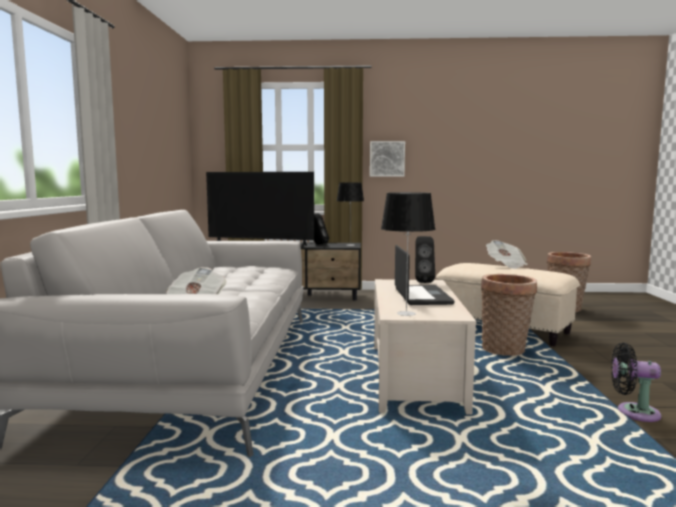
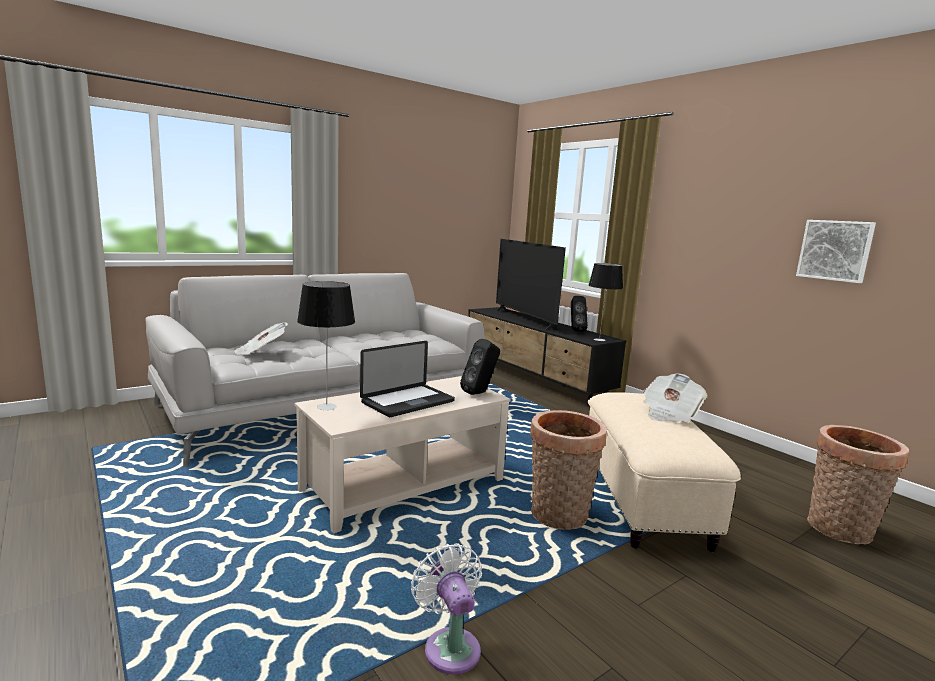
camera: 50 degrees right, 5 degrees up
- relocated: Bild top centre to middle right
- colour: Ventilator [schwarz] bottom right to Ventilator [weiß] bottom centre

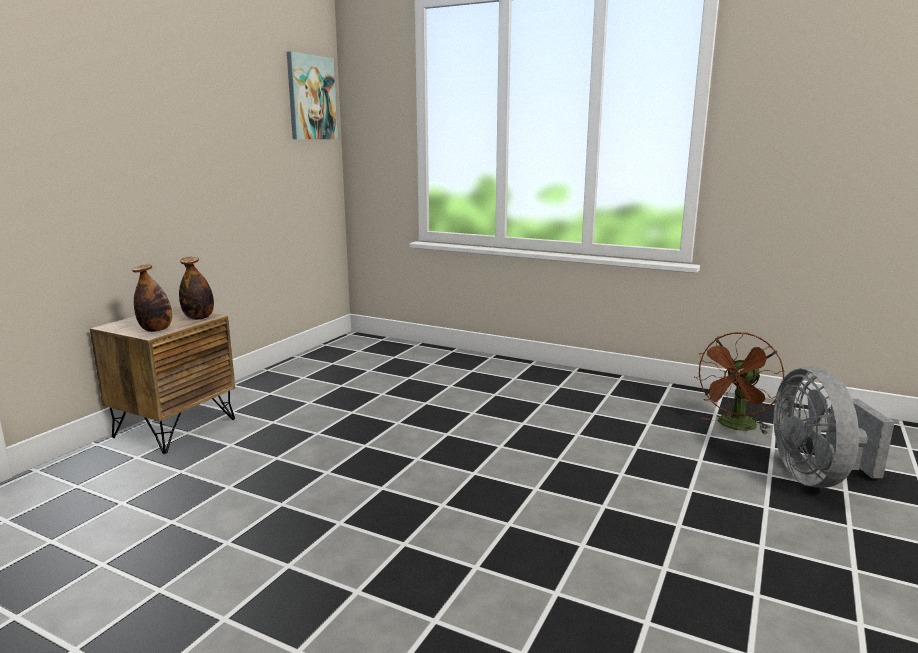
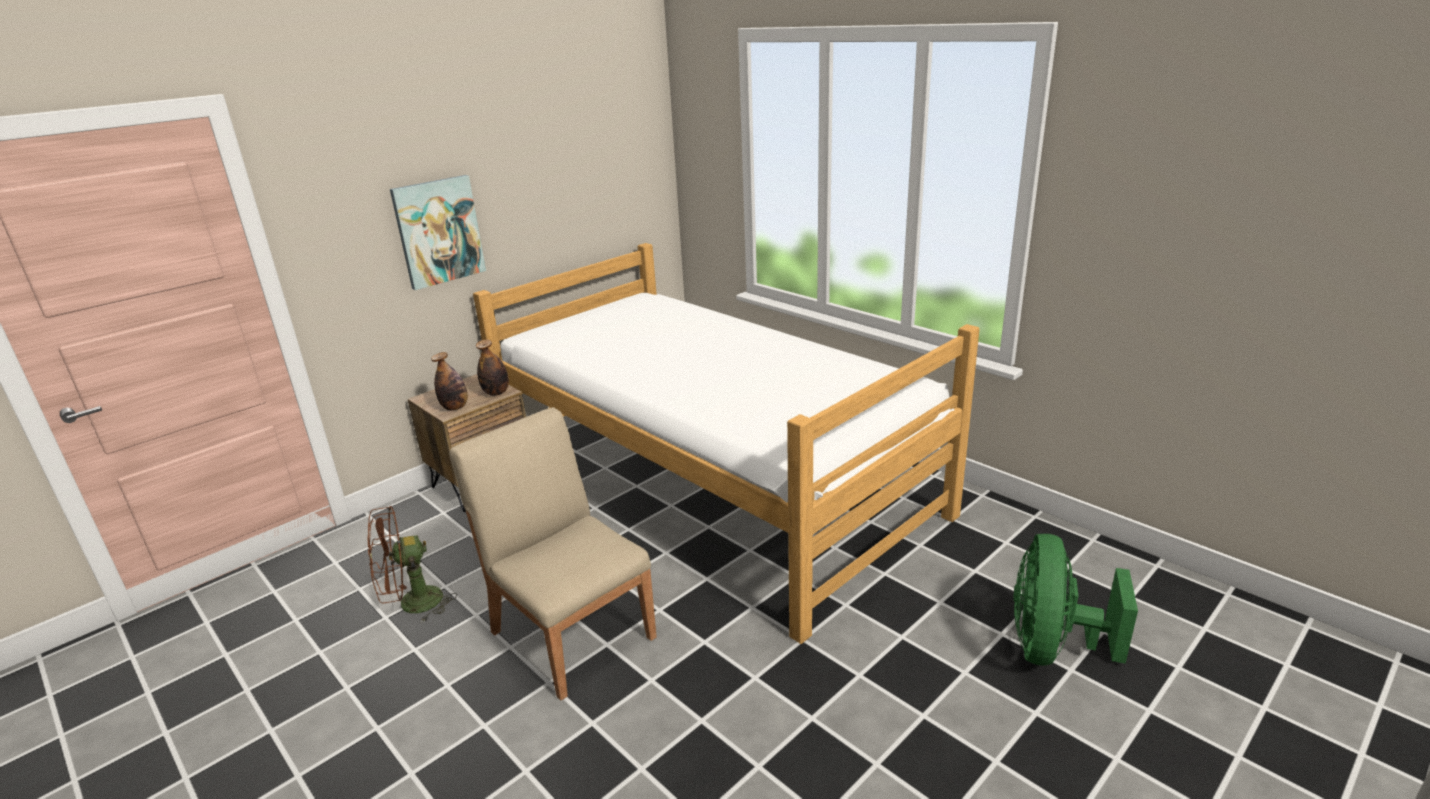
camera: 20 degrees right, 10 degrees up
- relocated: Bild top centre to top left
- relocated: Ventilator [braun] middle right to bottom left
- colour: Ventilator [grau] middle right to Ventilator [grün] bottom right
- appeared: Bett centre
- appeared: Stuhl [beige] bottom centre

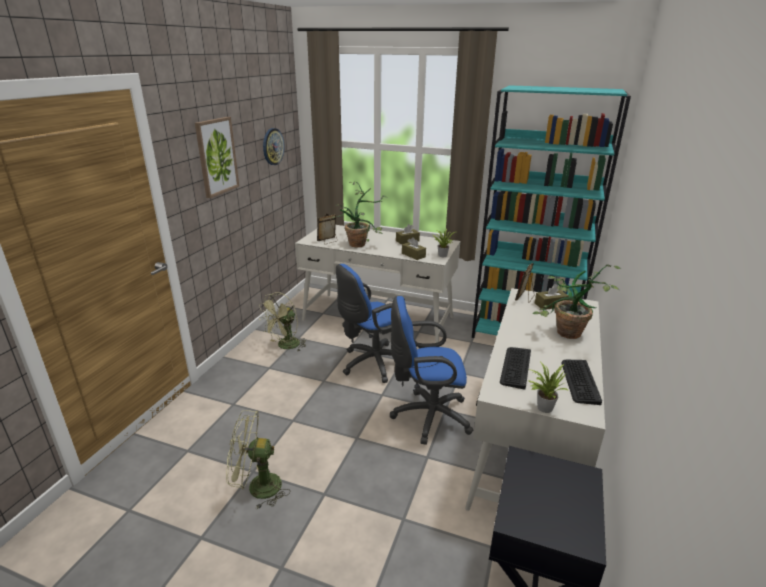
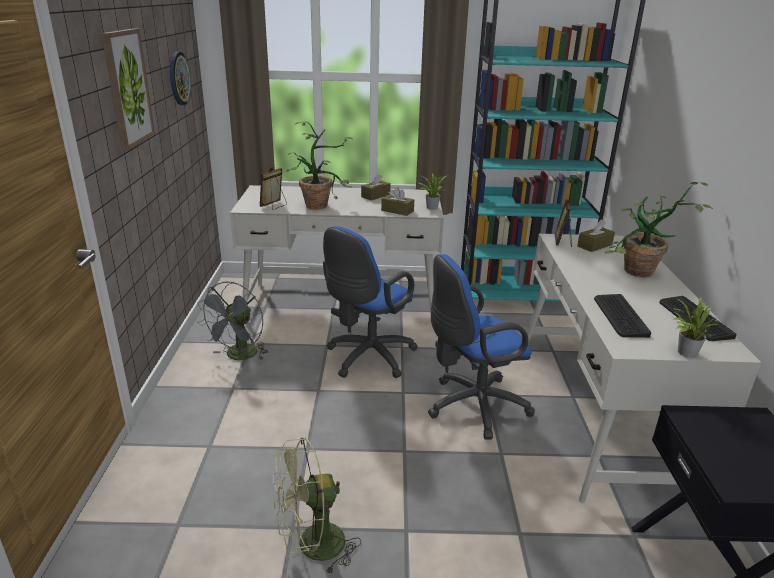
camera: 20 degrees left, 0 degrees up
- colour: Ventilator [grün] (no. 2 from left) centre to Ventilator [grau] middle left

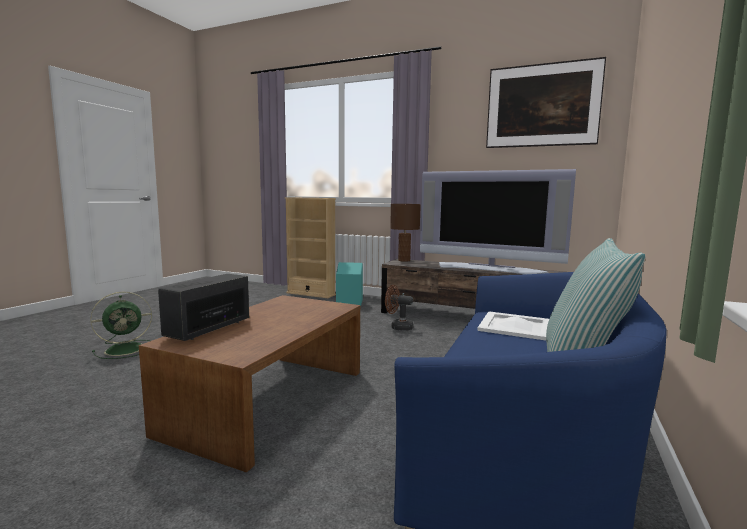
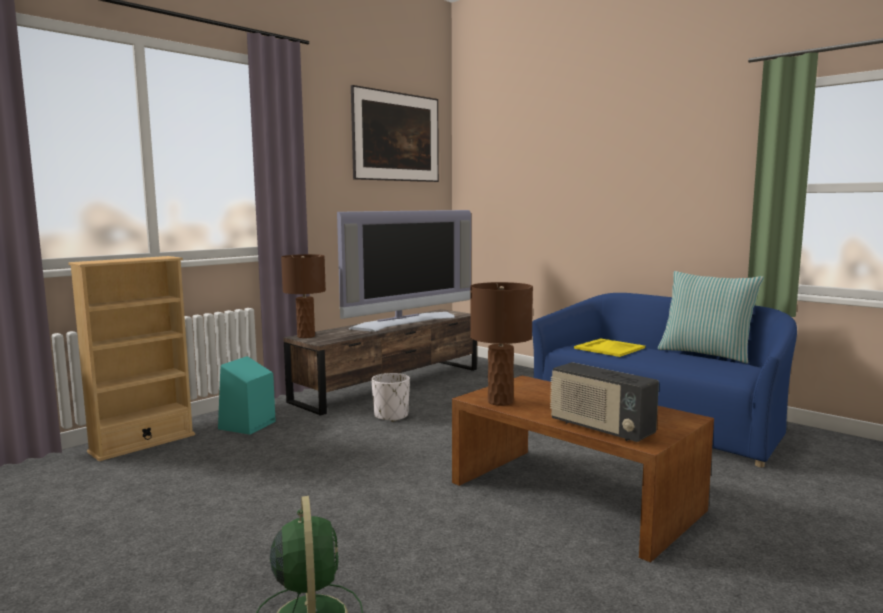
camera: 70 degrees left, 0 degrees up
- exchanged: Ventilator [braun] centre to Pflanzkübel [weiß] centre
- colour: Tablett [weiß] middle right to Tablett [gelb] middle right
- appeared: Tischlampe [braun] (no. 2 from left) centre

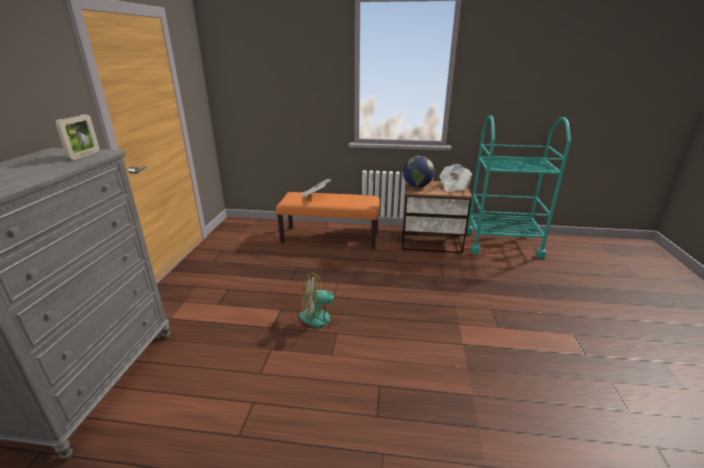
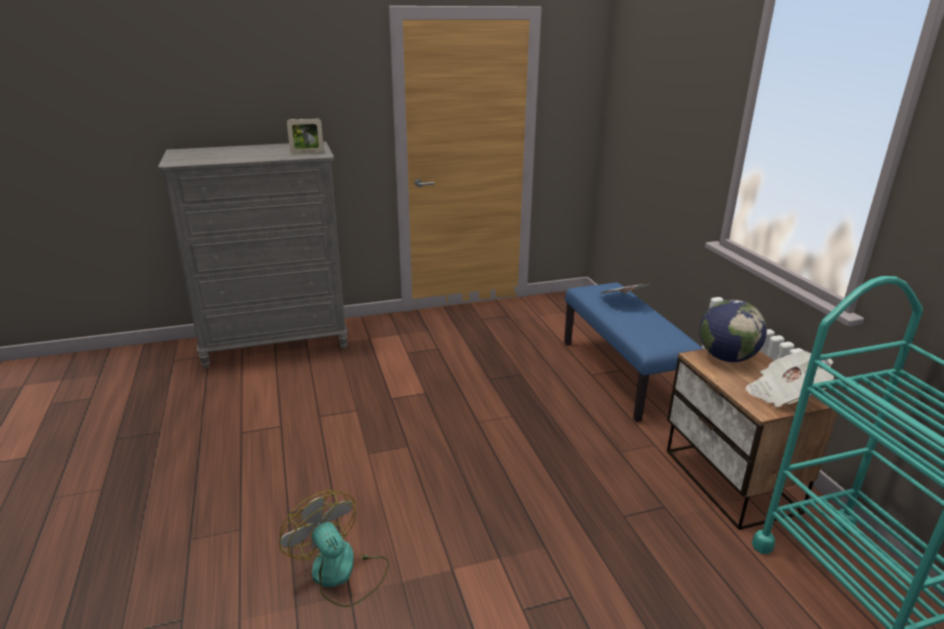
camera: 65 degrees right, 0 degrees up
- colour: Bank [orange] centre to Bank [blau] middle right
- relocated: Ventilator centre to bottom centre

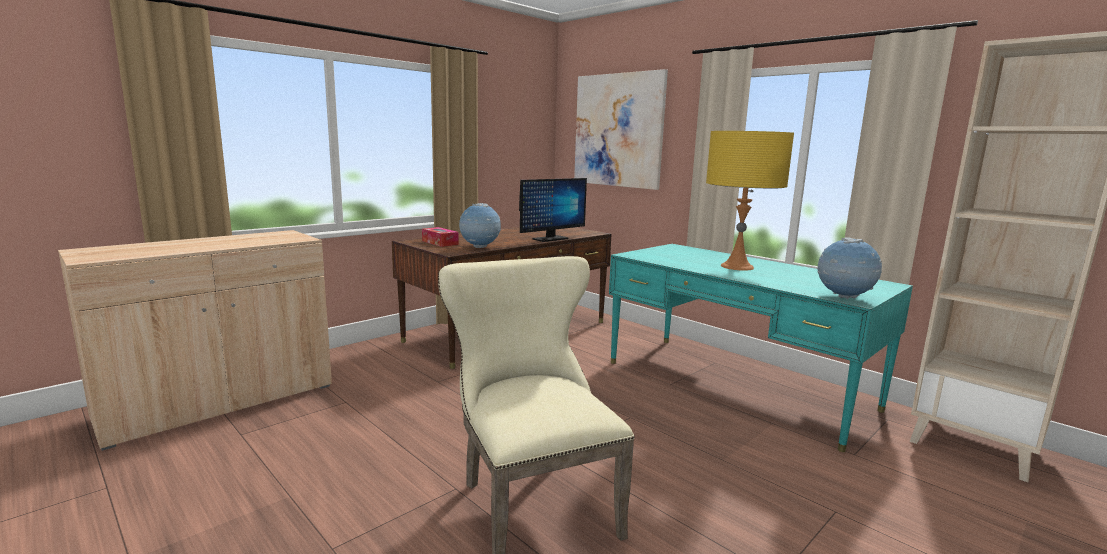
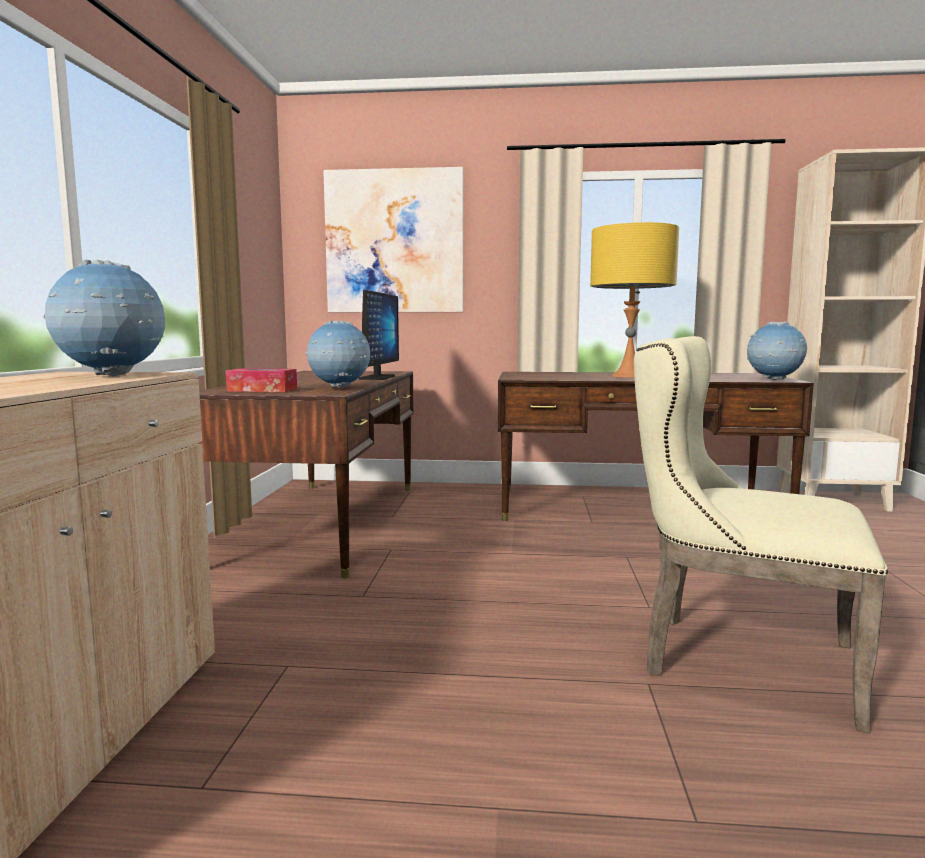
camera: 40 degrees left, 5 degrees down
- colour: Schreibtisch [türkis] middle right to Schreibtisch [braun] (no. 2 from left) middle right
- appeared: Globus (no. 1 from left) middle left

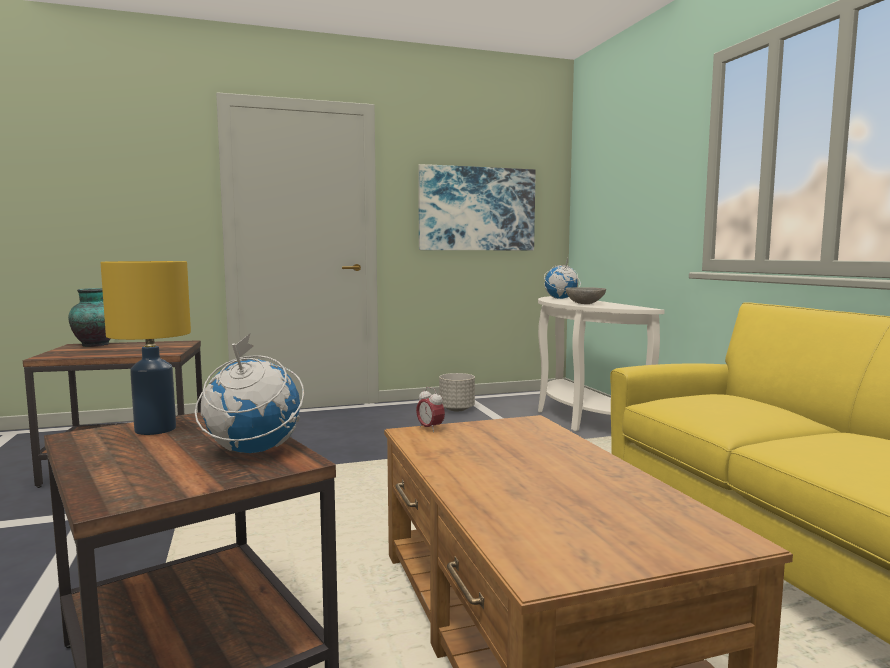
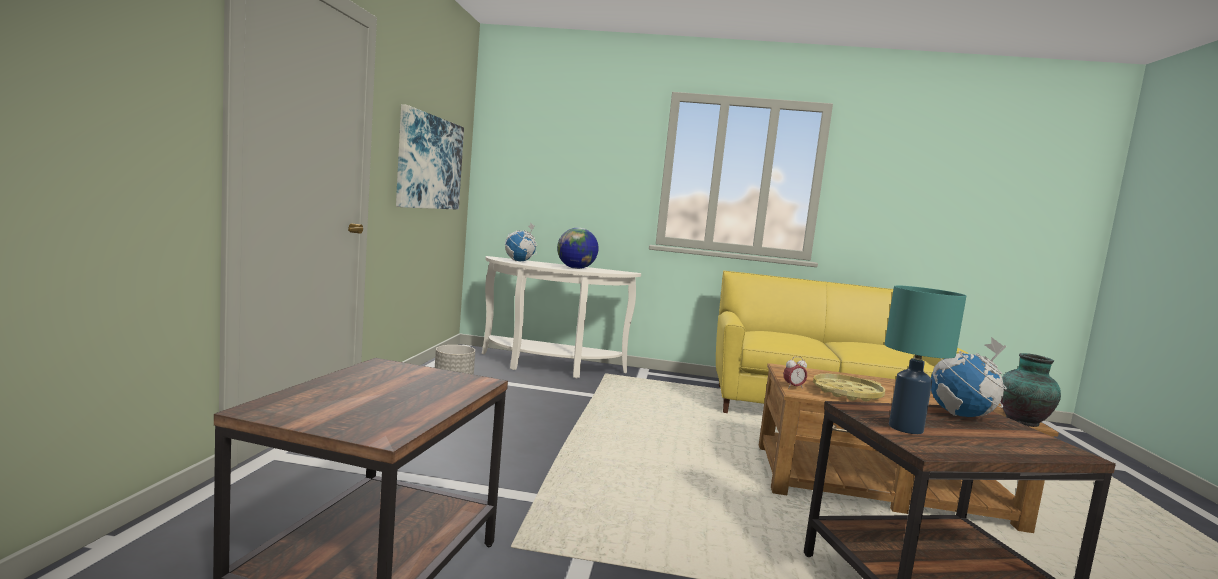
camera: 65 degrees left, 0 degrees up
- colour: Tischlampe [gelb] middle left to Tischlampe [türkis] middle right
- exchanged: Schüssel [grau] centre to Globus (no. 2 from left) centre
- relocated: Vase middle left to bottom right
- appeared: Tablett [gelb] bottom right

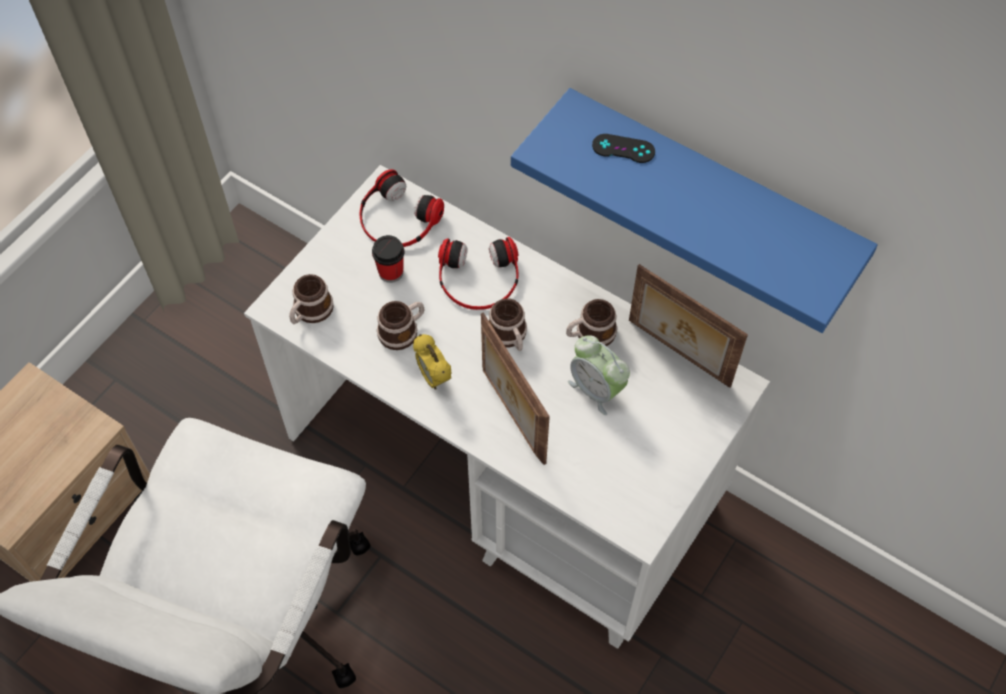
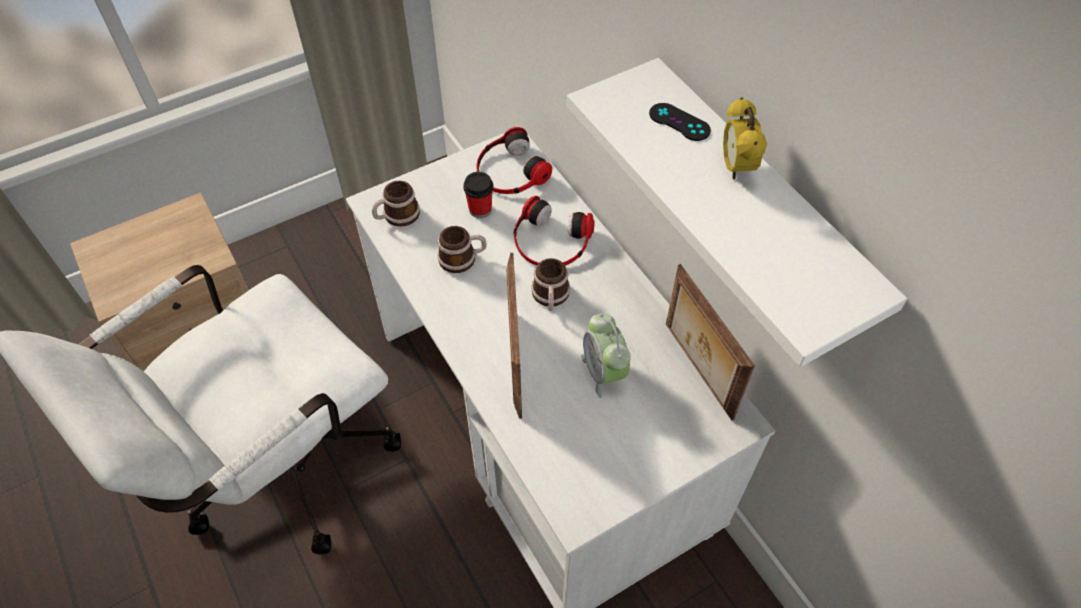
camera: 25 degrees right, 5 degrees down
- colour: Wandregal [blau] top right to Wandregal [weiß] middle right
- missing: Henkelbecher (no. 4 from left) centre
- relocated: Wecker (no. 1 from left in the first image) centre to Wecker (no. 2 from left) top right

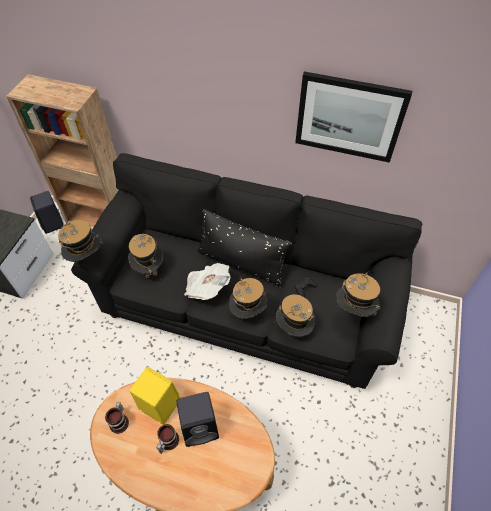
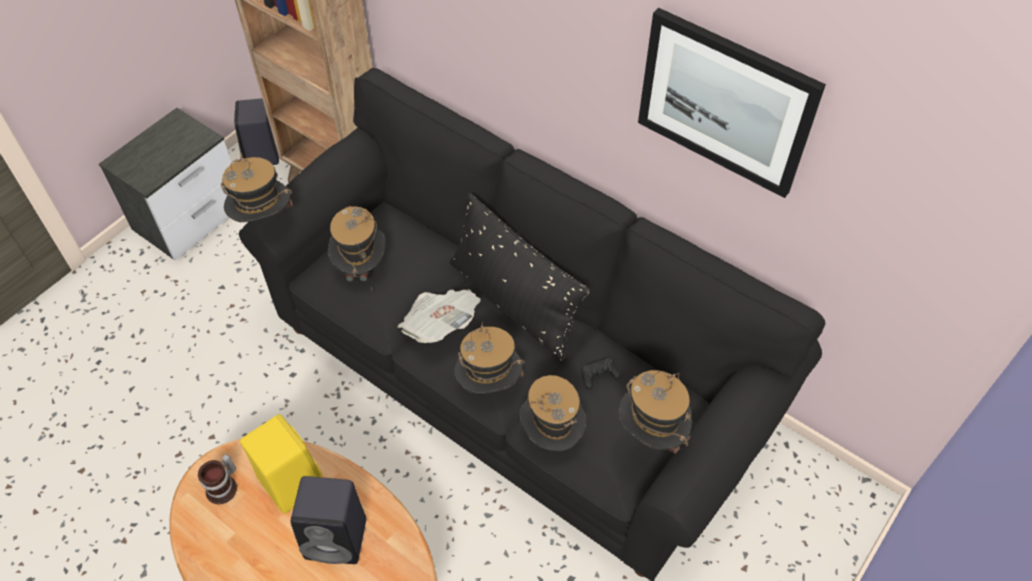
camera: 20 degrees right, 0 degrees up
- missing: Henkelbecher (no. 2 from left) bottom centre

